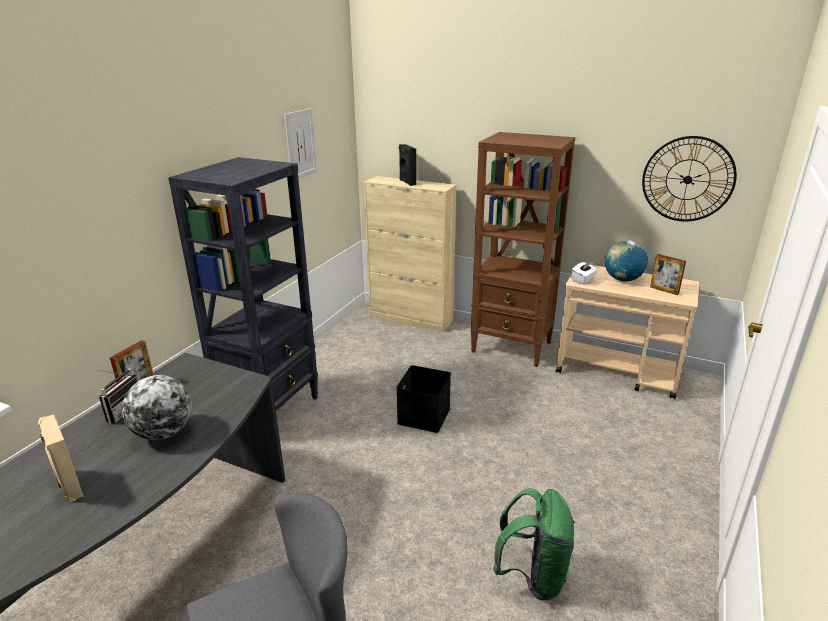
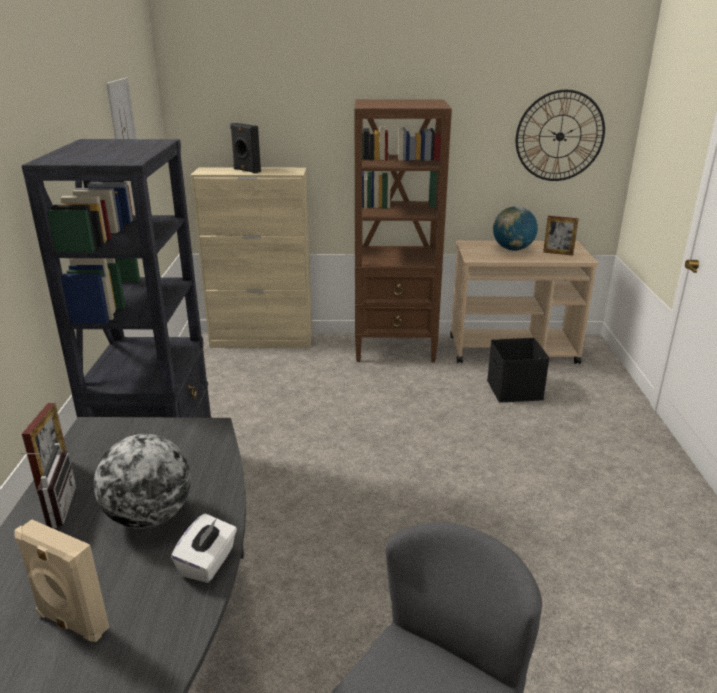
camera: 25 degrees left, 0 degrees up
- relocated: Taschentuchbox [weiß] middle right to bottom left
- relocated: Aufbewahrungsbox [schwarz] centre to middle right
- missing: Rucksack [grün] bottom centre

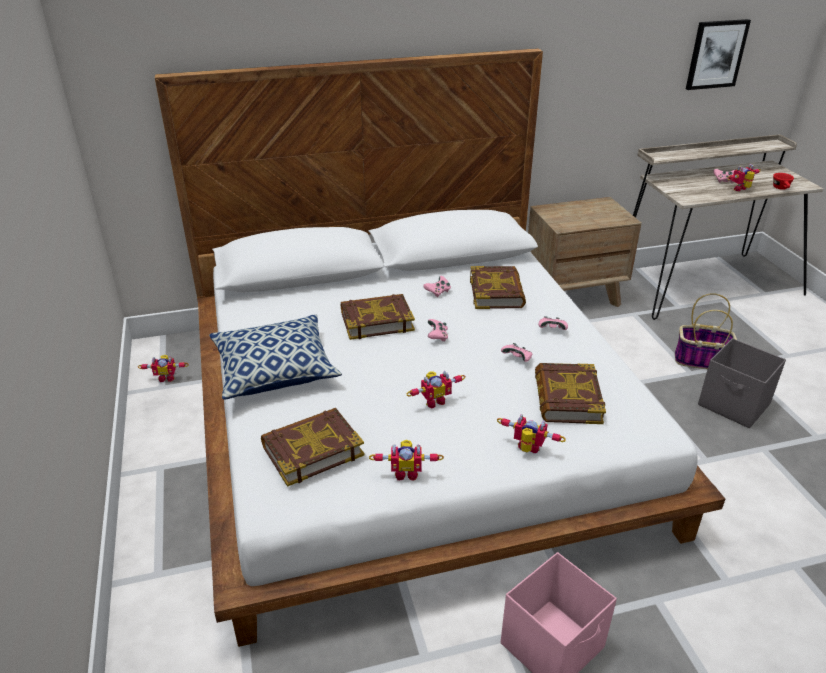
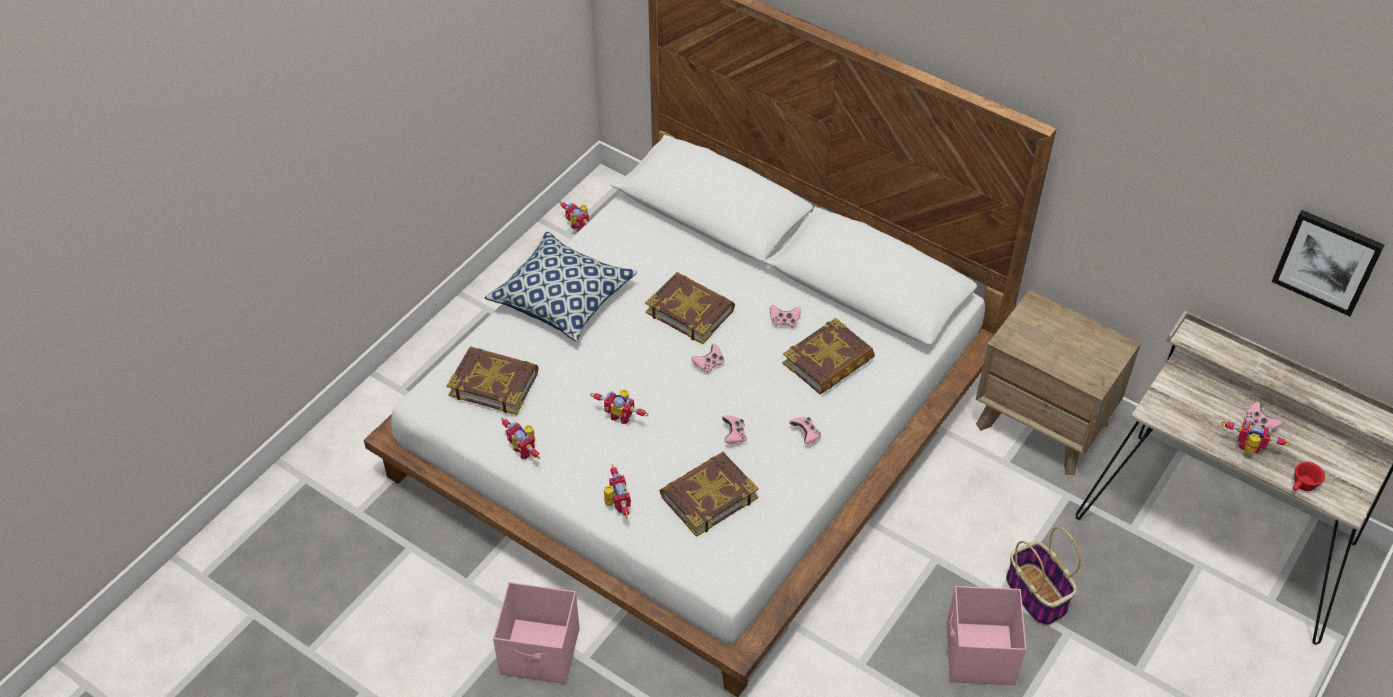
camera: 50 degrees right, 15 degrees up
- colour: Aufbewahrungsbox [grau] middle right to Aufbewahrungsbox [rosa] (no. 2 from left) bottom right

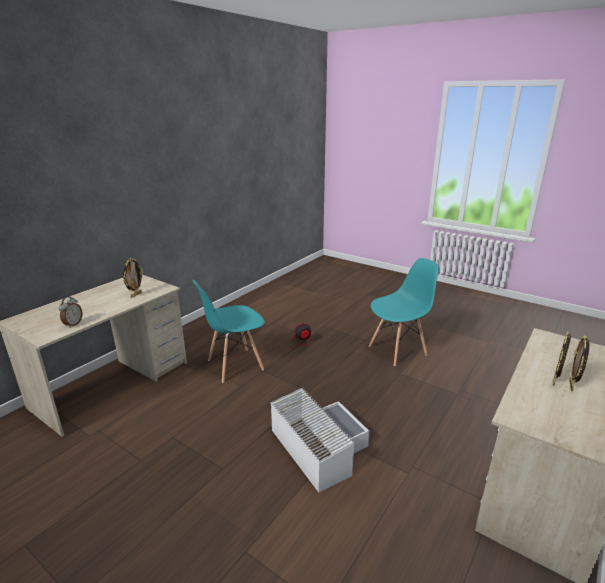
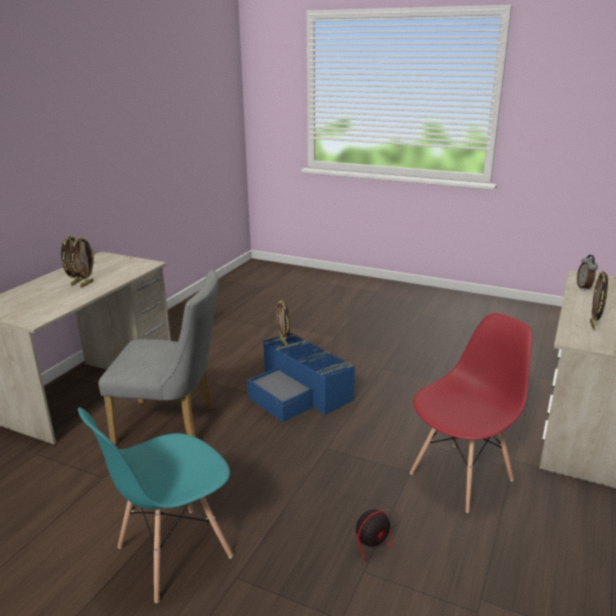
camera: 170 degrees right, 0 degrees up
- colour: Stuhl [türkis] (no. 1 from left) centre to Stuhl [rot] bottom right
- colour: Aufbewahrungsbox [weiß] bottom centre to Aufbewahrungsbox [blau] centre
- appeared: Stuhl [grau] middle left
- appeared: Bilderrahmen (no. 3 from left) centre

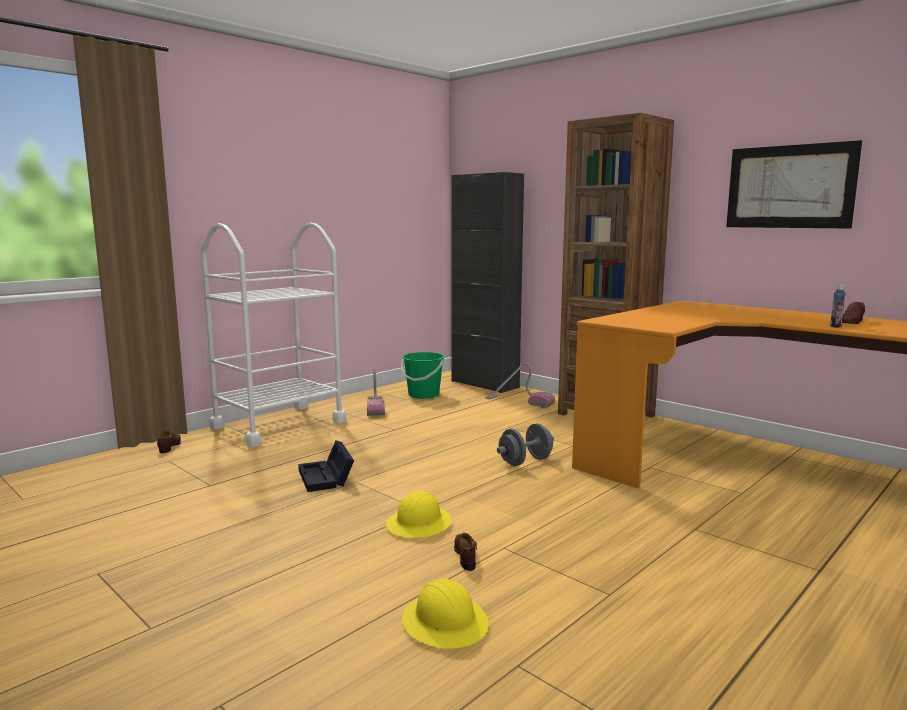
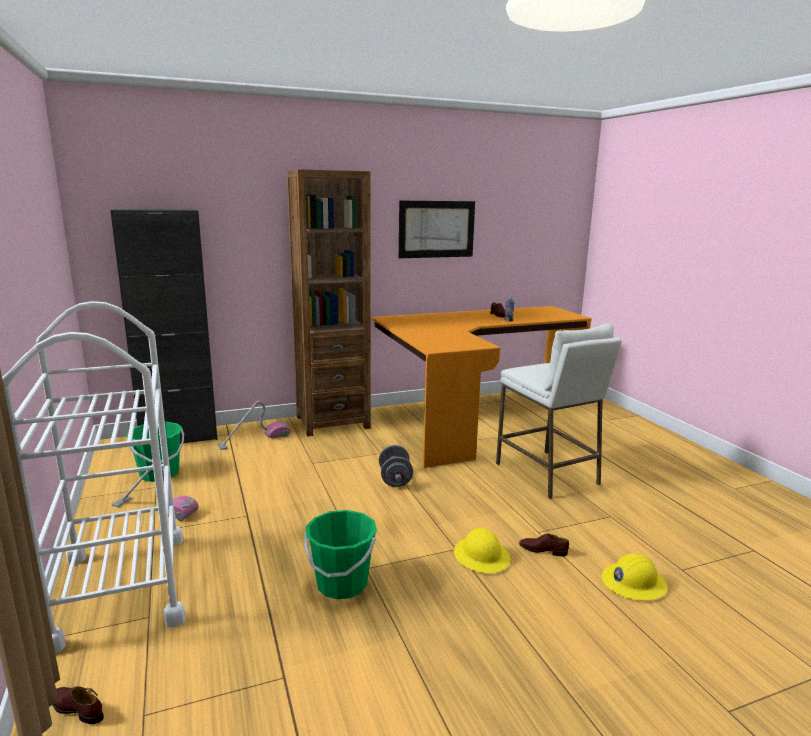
camera: 65 degrees left, 5 degrees up
- exchanged: Aufbewahrungsbox [schwarz] centre to Eimer [grün] (no. 2 from left) bottom centre
- appeared: Hocker [weiß] middle right

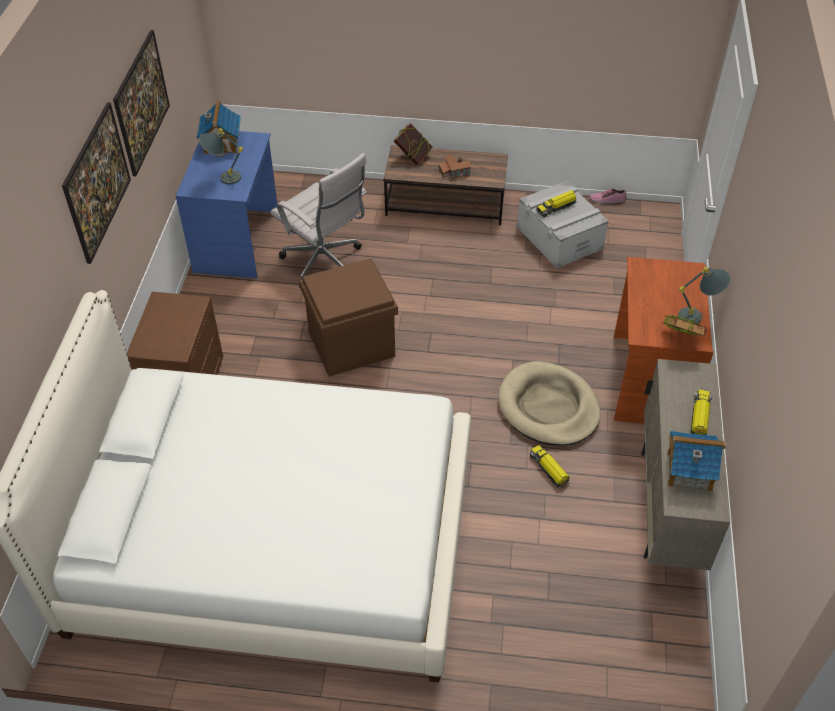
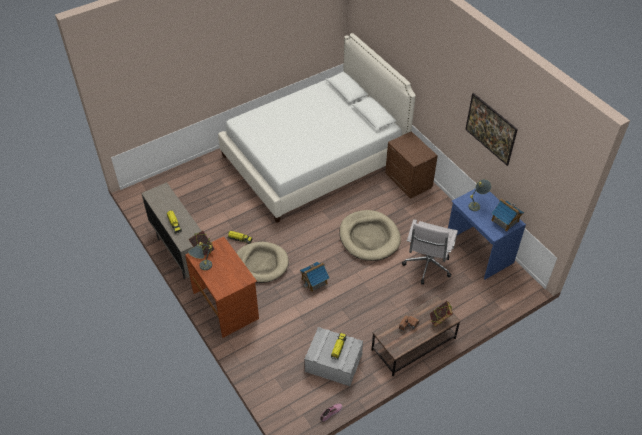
camera: 140 degrees right, 0 degrees up
- missing: Bild (no. 1 from left) top left
- spun: Bürostuhl [weiß] top centre = middle right 75 degrees counterclockwise
- exchanged: Aufbewahrungsbox [braun] centre to Hundebett [beige] (no. 2 from left) centre
- relocated: Spielzeughaus (no. 3 from left in the first image) middle right to Spielzeughaus (no. 1 from left) centre

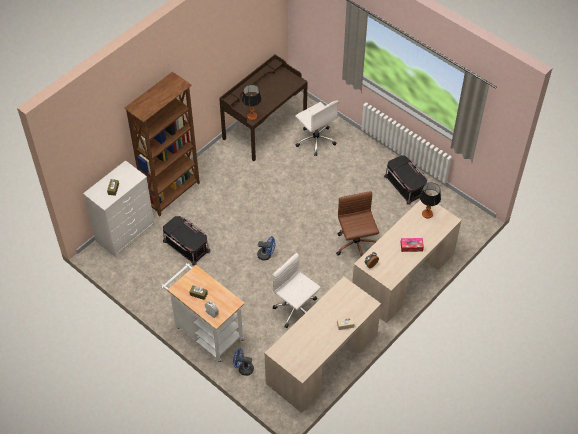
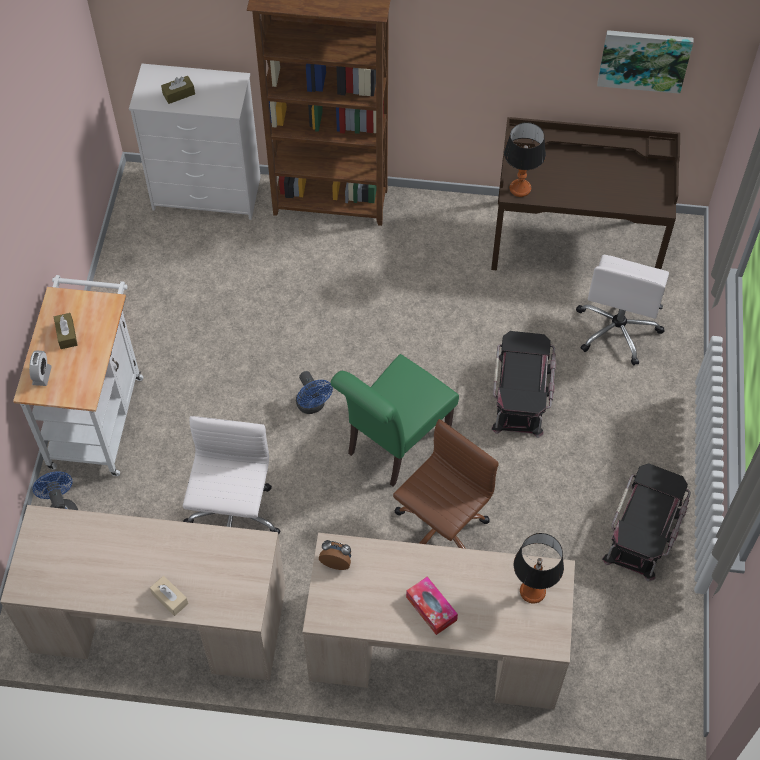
camera: 55 degrees right, 5 degrees up
- relocated: Aufbewahrungsbox [schwarz] (no. 1 from left) middle left to middle right
- appeared: Bild top right
- appeared: Stuhl [grün] centre

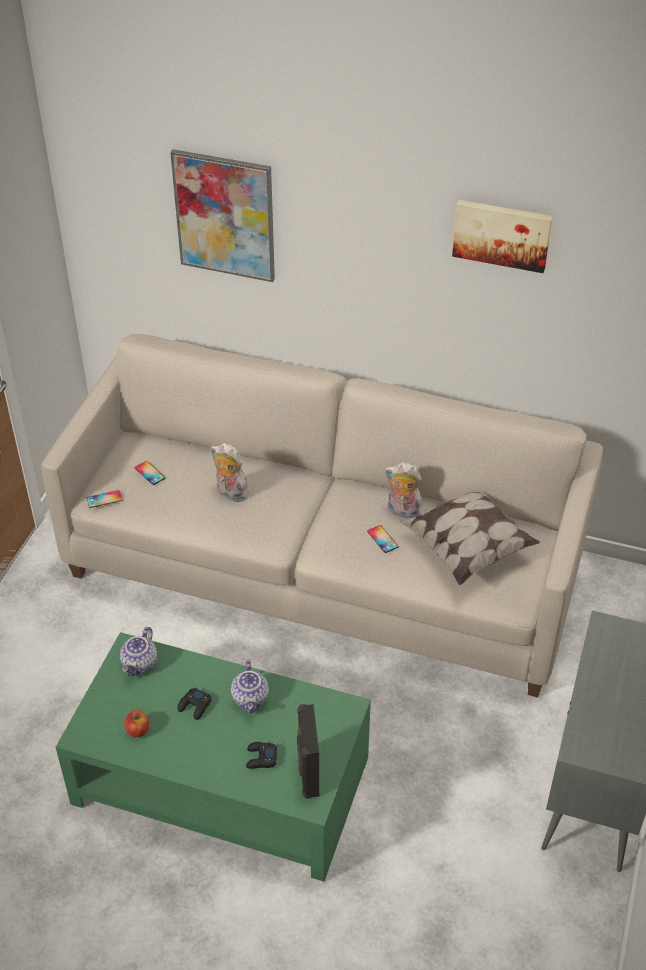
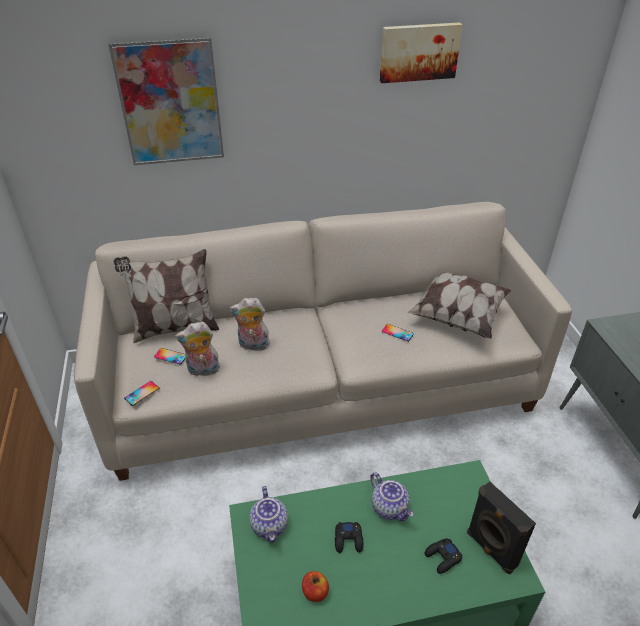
camera: 30 degrees left, 5 degrees down
- relocated: Plüschtier (no. 2 from left in the first image) centre to Plüschtier (no. 1 from left) middle left
- appeared: Kissen (no. 1 from left) middle left

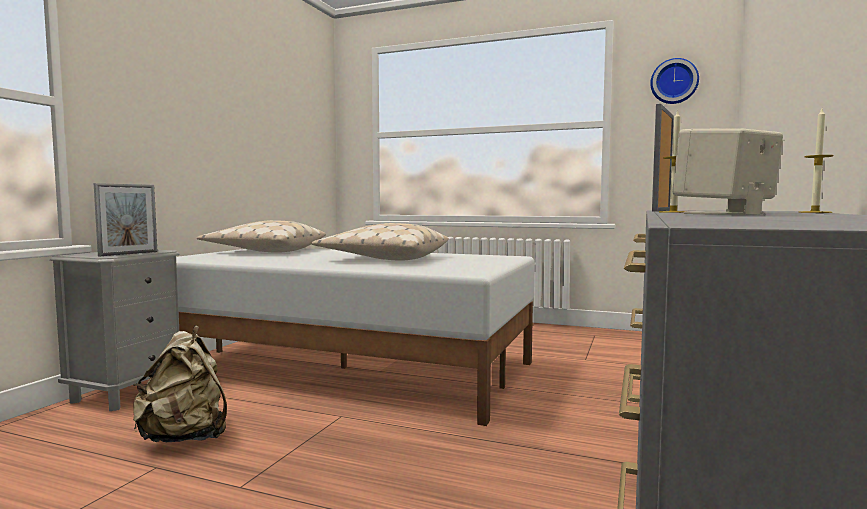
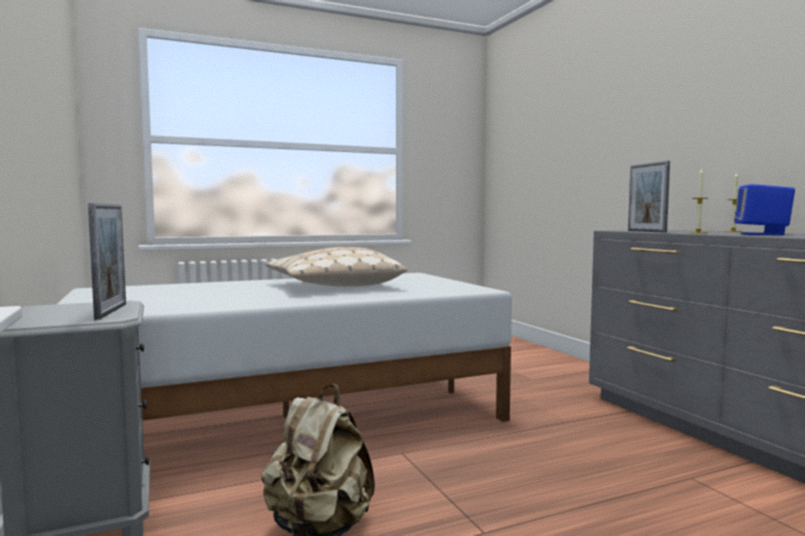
camera: 45 degrees left, 0 degrees up
- missing: Wanduhr top right
- colour: Lautsprecher [beige] middle right to Lautsprecher [blau] middle right
- missing: Kissen [beige] (no. 1 from left) middle left

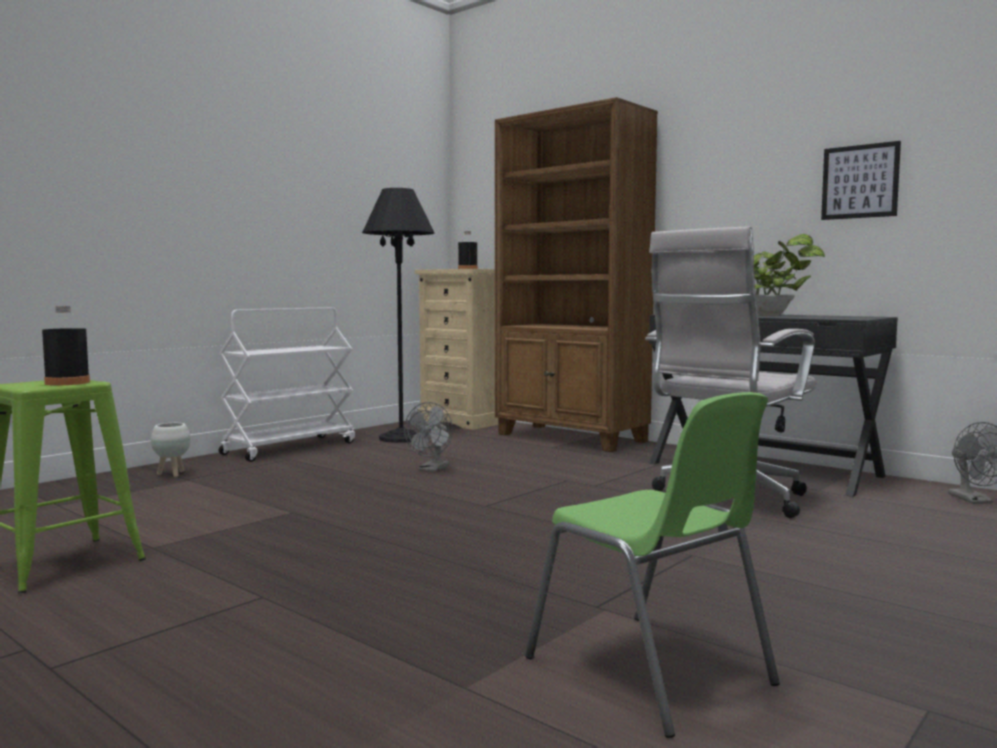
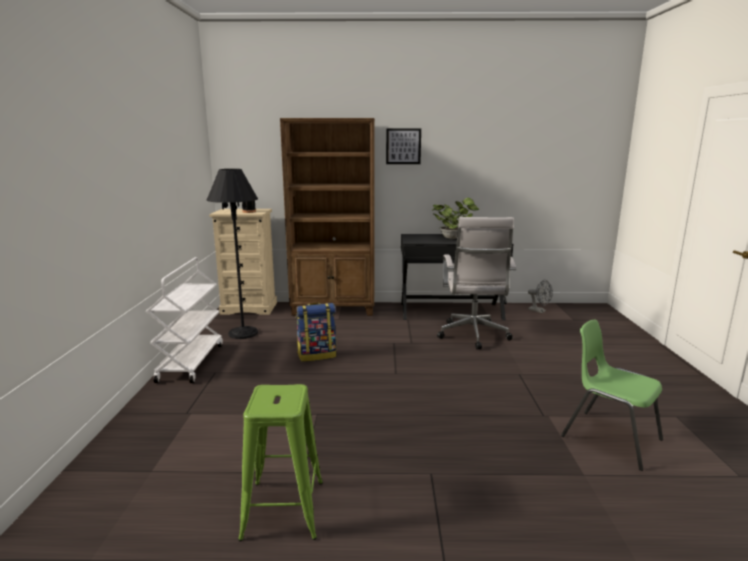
camera: 40 degrees left, 10 degrees up
- relocated: Bild top right to top centre
- missing: Flasche [schwarz] (no. 1 from left) middle left
- spun: Stuhl [grün] bottom centre = bottom right 150 degrees counterclockwise
- exchanged: Ventilator [grau] (no. 1 from left) centre to Rucksack centre
- missing: Pflanzkübel [weiß] middle left

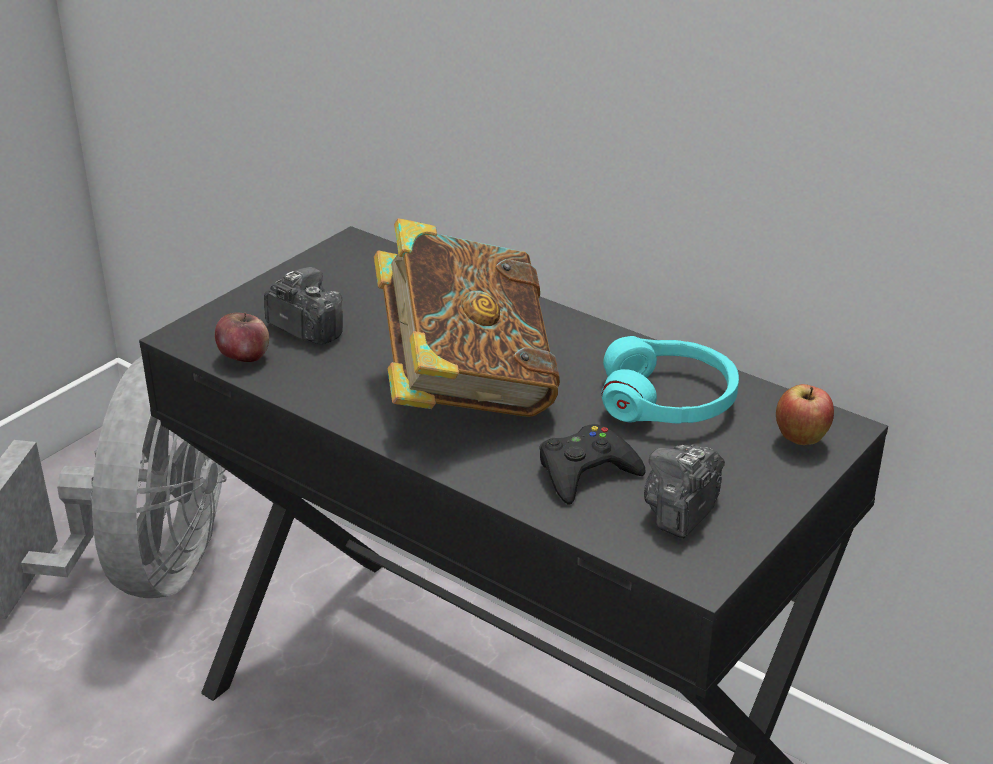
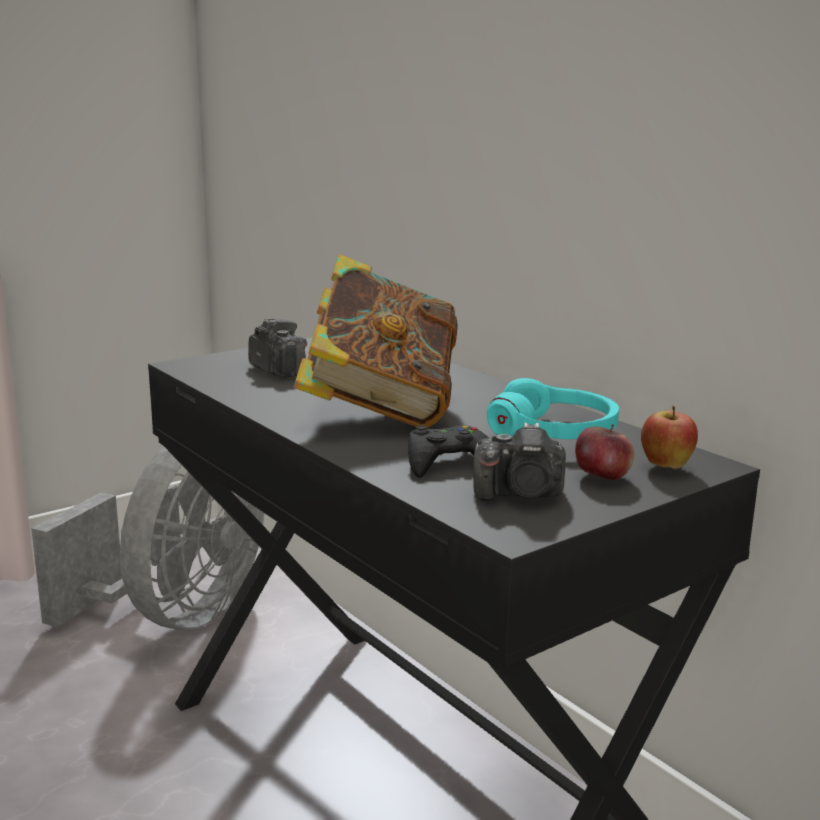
camera: 15 degrees right, 15 degrees down
- relocated: Apfel (no. 1 from left) middle left to middle right
- spun: Kamera (no. 2 from left) middle right = centre 135 degrees counterclockwise

